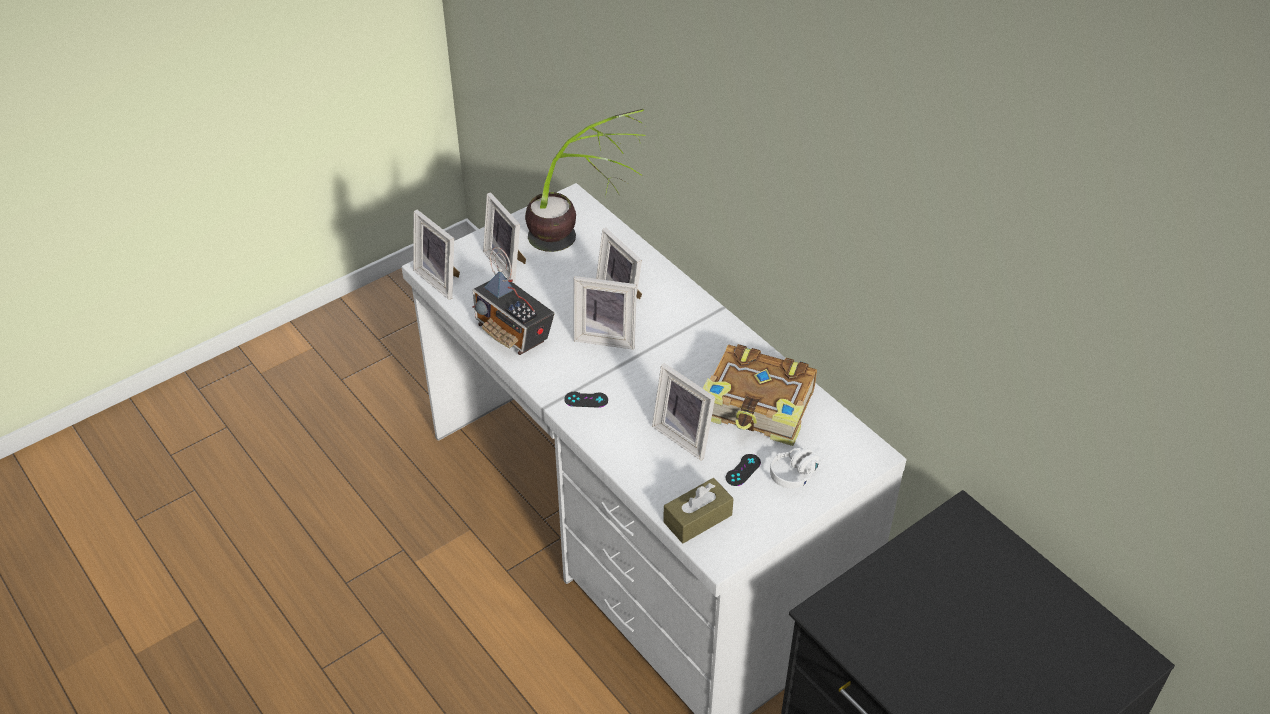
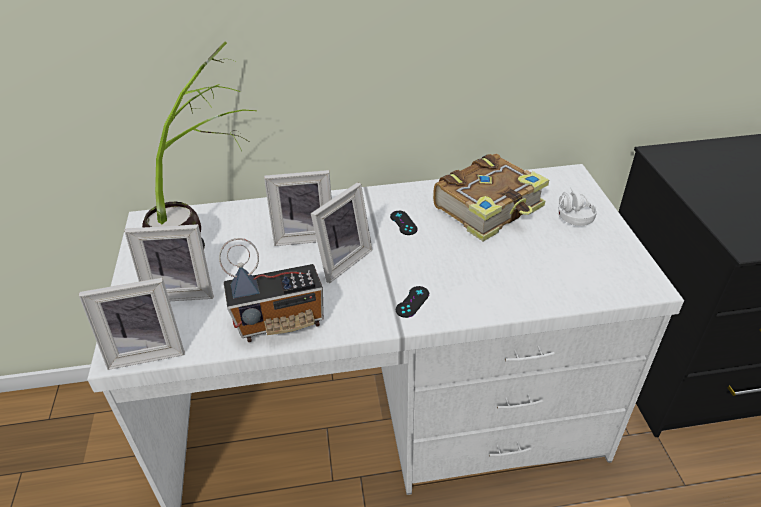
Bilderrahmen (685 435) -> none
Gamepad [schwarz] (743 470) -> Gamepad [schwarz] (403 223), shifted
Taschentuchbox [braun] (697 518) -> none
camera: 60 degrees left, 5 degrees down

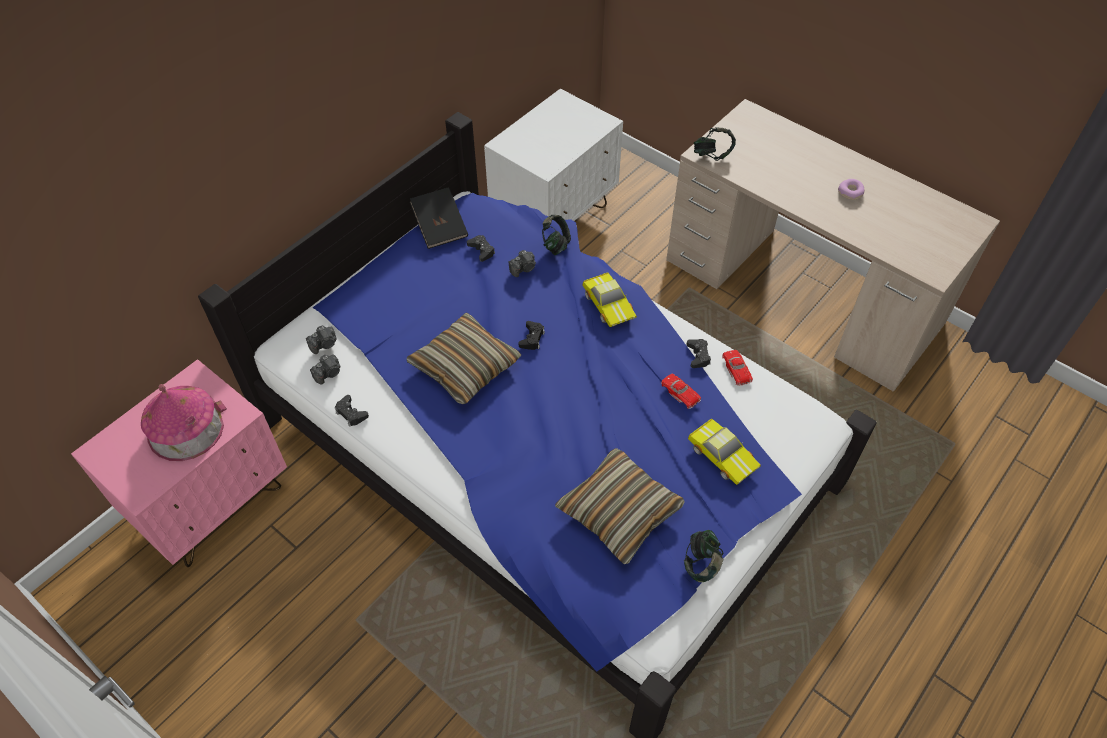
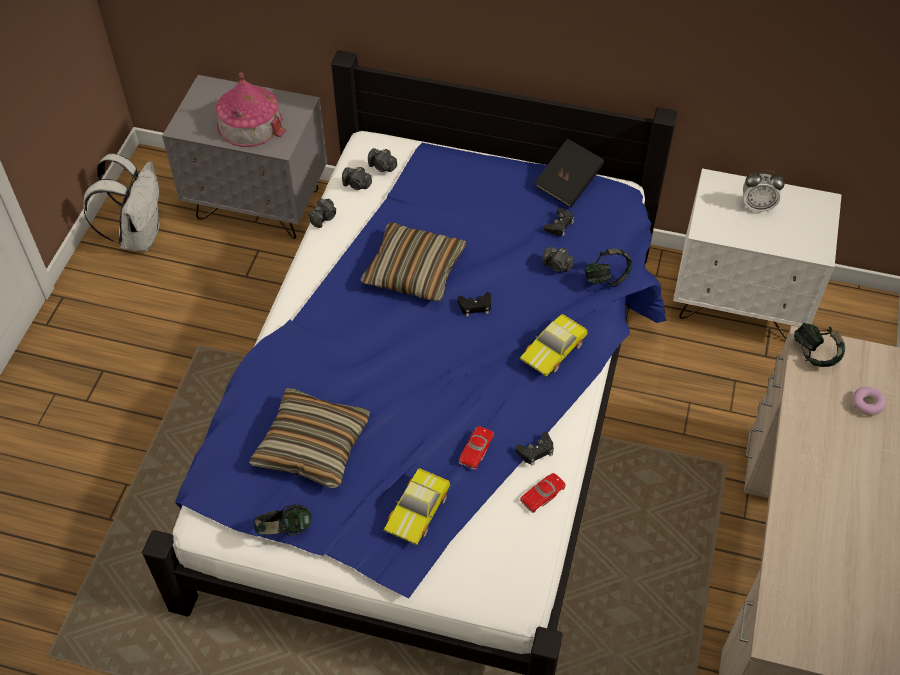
Donut (850 193) -> Donut (867 404), shifted
Nachttisch [rosa] (212 504) -> Nachttisch [grau] (259 205)
Gamepad [schwarz] (351 413) -> Kamera (324 218)
none -> Rucksack [weiß] (139 235)
none -> Wecker (757 206)
camera: 65 degrees right, 0 degrees up

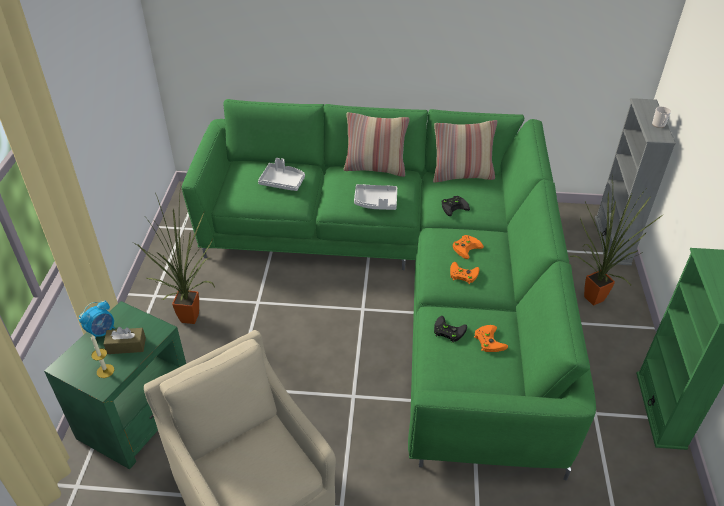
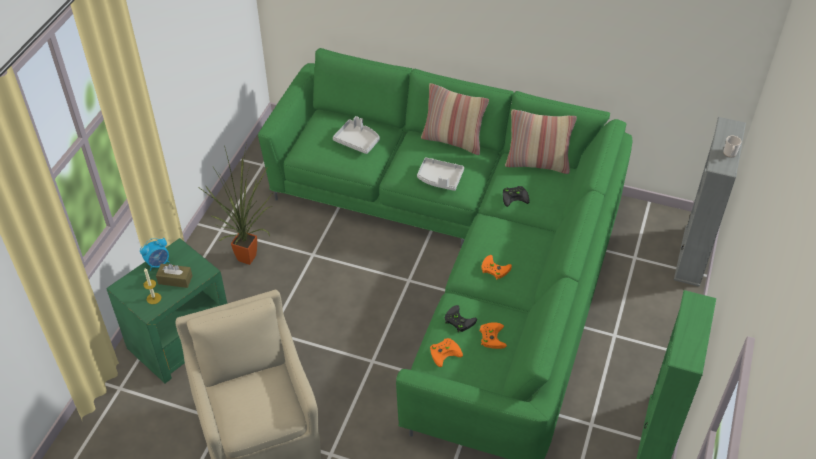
Topfpflanze (591 296) -> none
Gamepad [orange] (466 247) -> Gamepad [orange] (445 352), shifted
camera: 15 degrees right, 5 degrees up

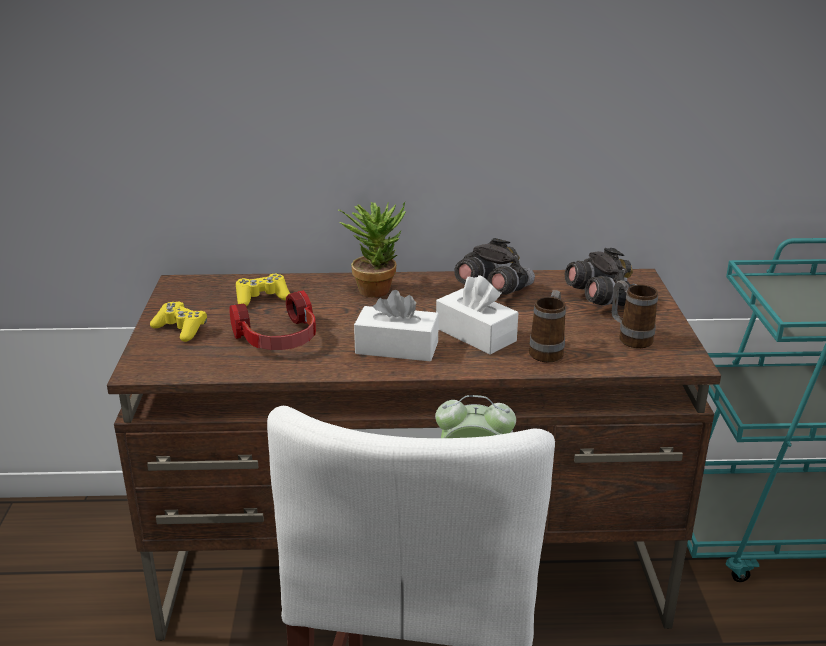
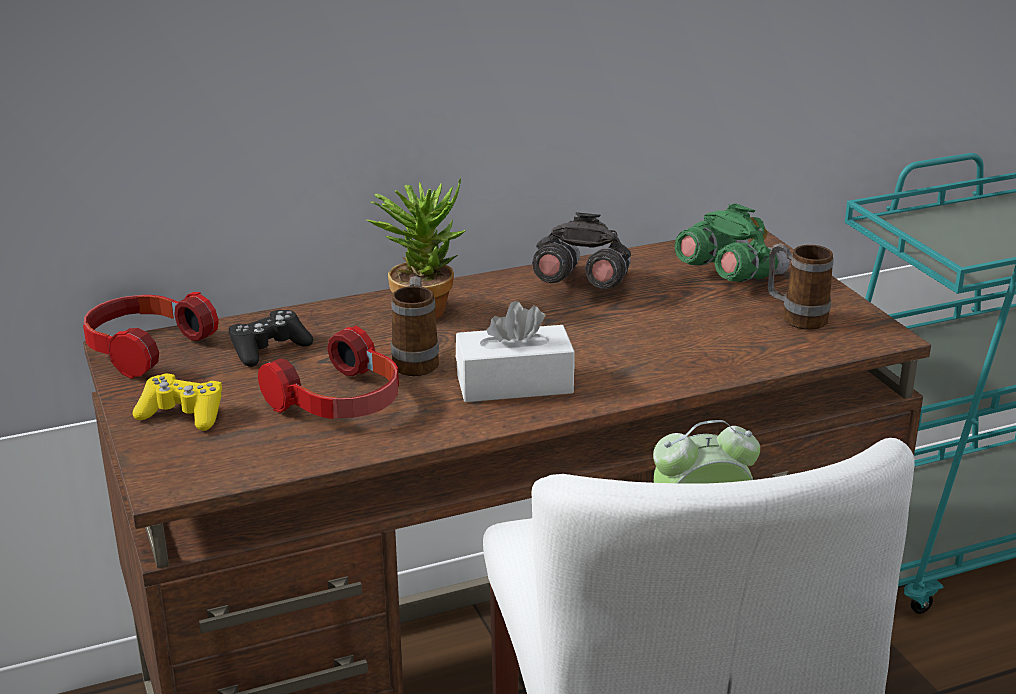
Fernglas [grau] (603 300) -> Fernglas [grün] (729 276)
Gamepad [gelb] (262 298) -> Gamepad [schwarz] (269 349)
Taschentuchbox [weiß] (475 335) -> none
Henkelbecher (548 351) -> Henkelbecher (416 360), shifted
none -> Kopfhörer (143 348)
camera: 20 degrees left, 0 degrees up

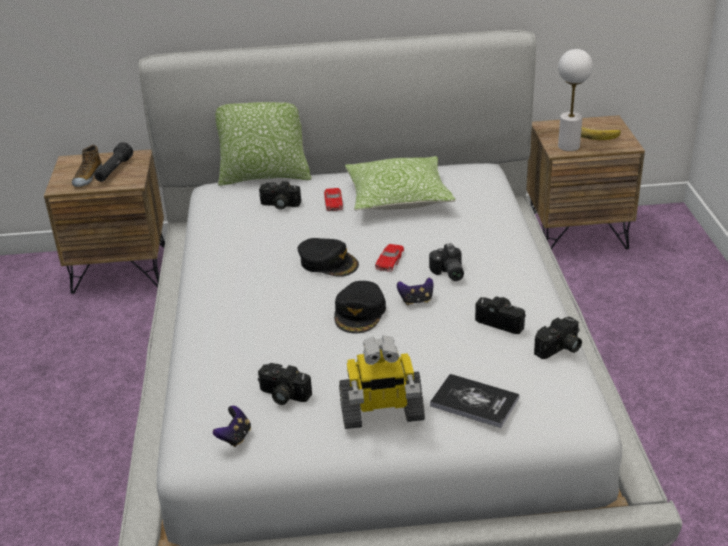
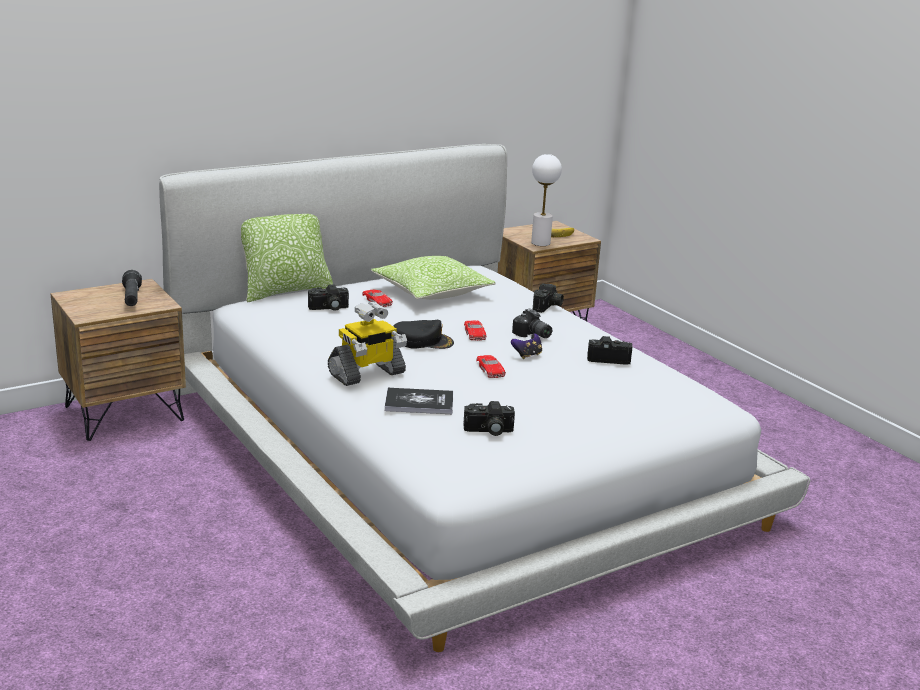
Schuh (87 177) -> none
Kappe [schwarz] (360 313) -> Spielzeugauto [rot] (490 369)
Kamera (560 349) -> Kamera (548 306), shifted
Spielzeugroboter (381 412) -> Spielzeugroboter (367 374), shifted
Buch (474 402) -> Buch (419 403), shifted
Gamepad (235 437) -> none
camera: 30 degrees left, 10 degrees down

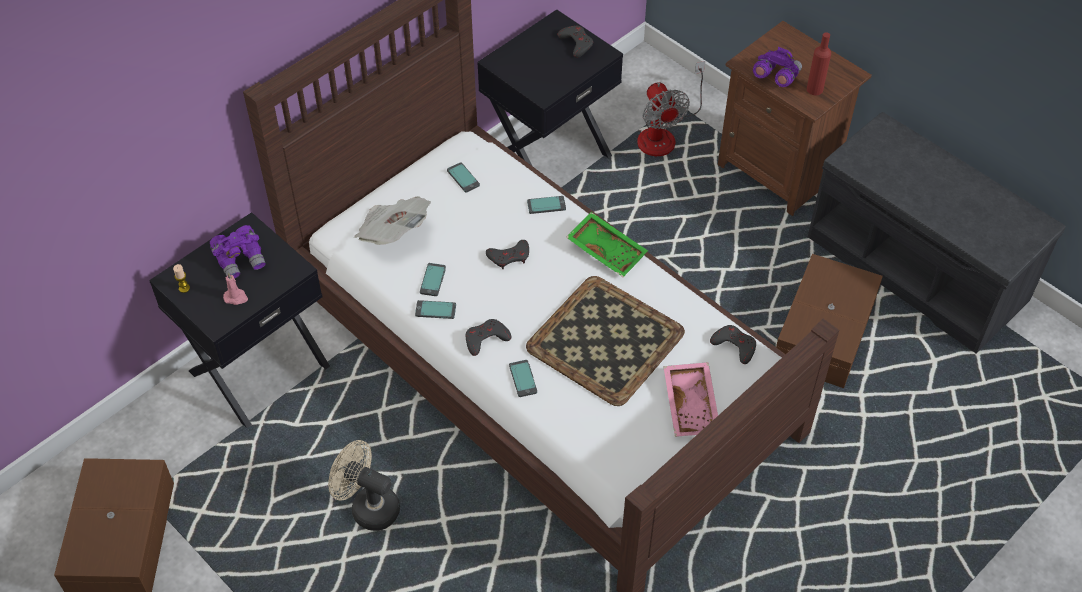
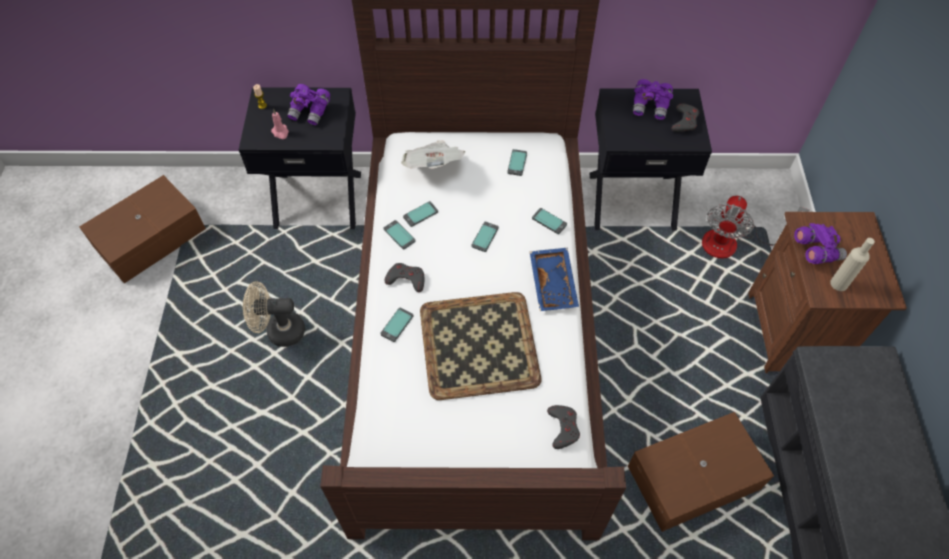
Flasche [rot] (814 89) -> Flasche [beige] (839 284)
Tablett [grün] (607 250) -> Tablett [blau] (554 284)
Gamepad [grau] (509 257) -> Handy (484 237)
Tablett [rosa] (692 405) -> none
Ventilator [beige] (368 507) -> Ventilator [beige] (279 331), 75 degrees counterclockwise
none -> Fernglas [lila] (650 106)
camera: 45 degrees right, 5 degrees up

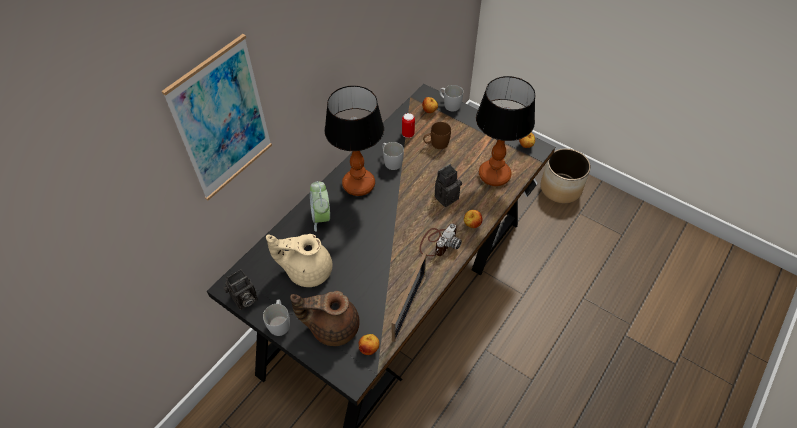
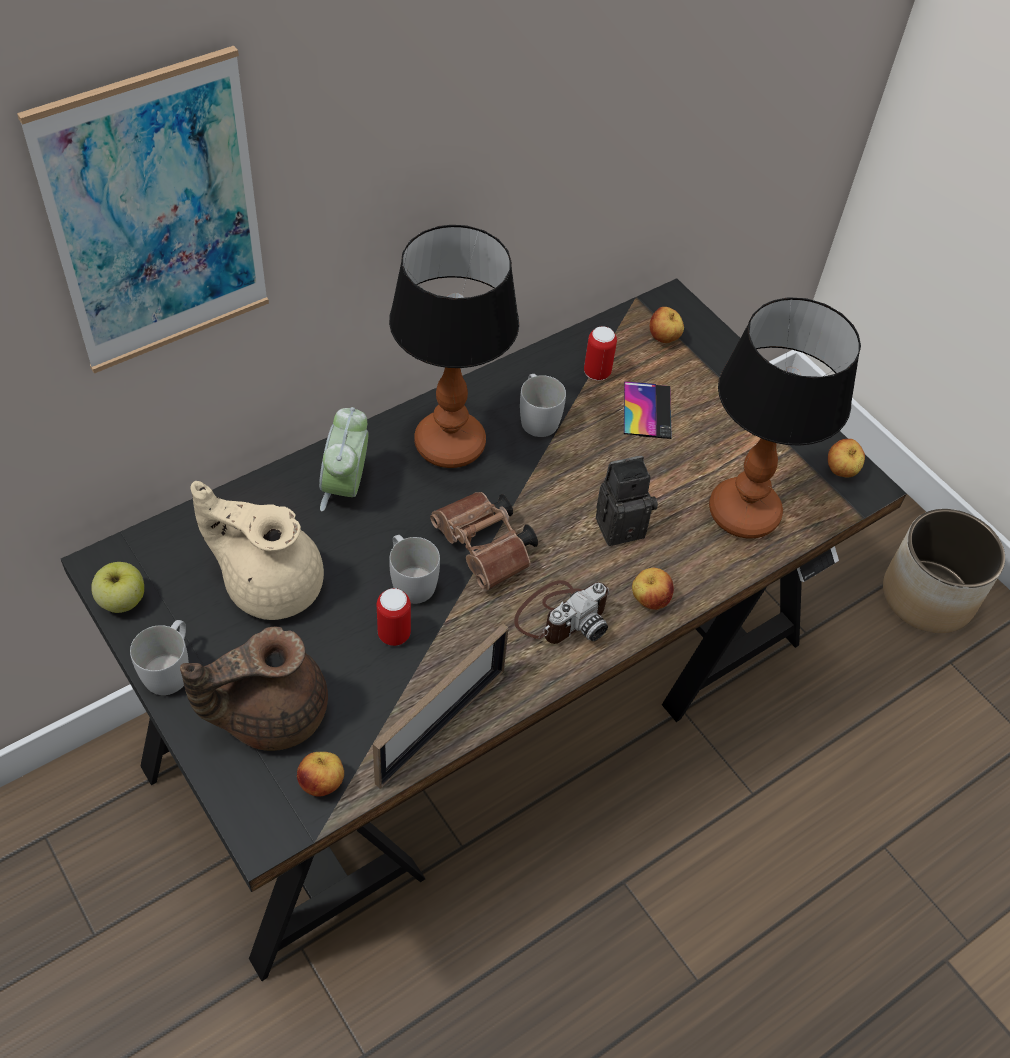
Henkelbecher [weiß] (449 104) -> Henkelbecher [weiß] (410 580), shifted
Henkelbecher [braun] (436 144) -> Handy (647 410)
Kamera (244 300) -> Apfel (122 600)
Teekanne [braun] (332 326) -> Teekanne [braun] (269 713), 45 degrees counterclockwise
none -> Fernglas [braun] (486 550)
none -> Dose (394 634)
camera: 15 degrees right, 0 degrees up

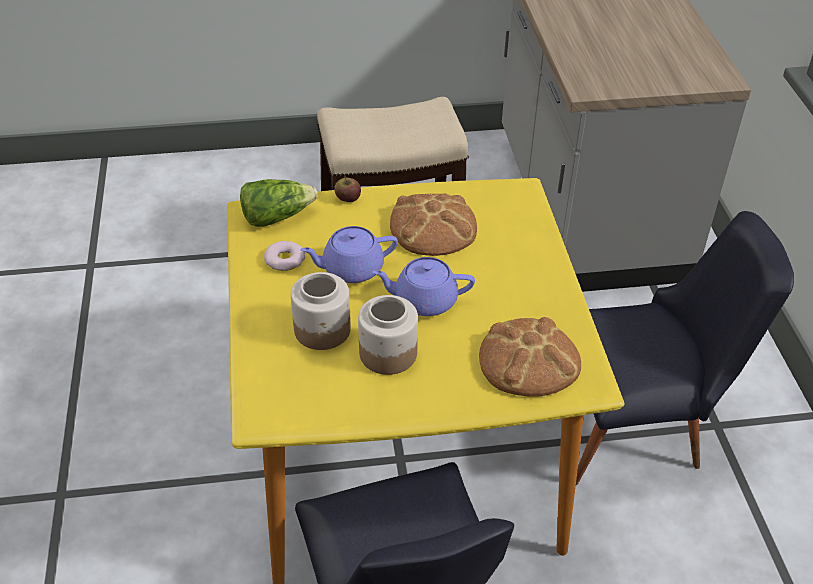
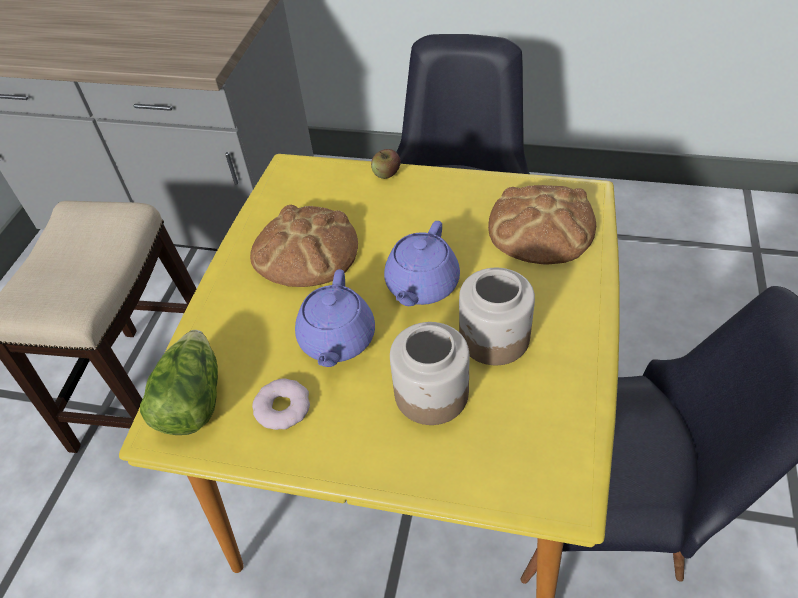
Apfel (347 199) -> Apfel (387 174), shifted
camera: 65 degrees left, 5 degrees up

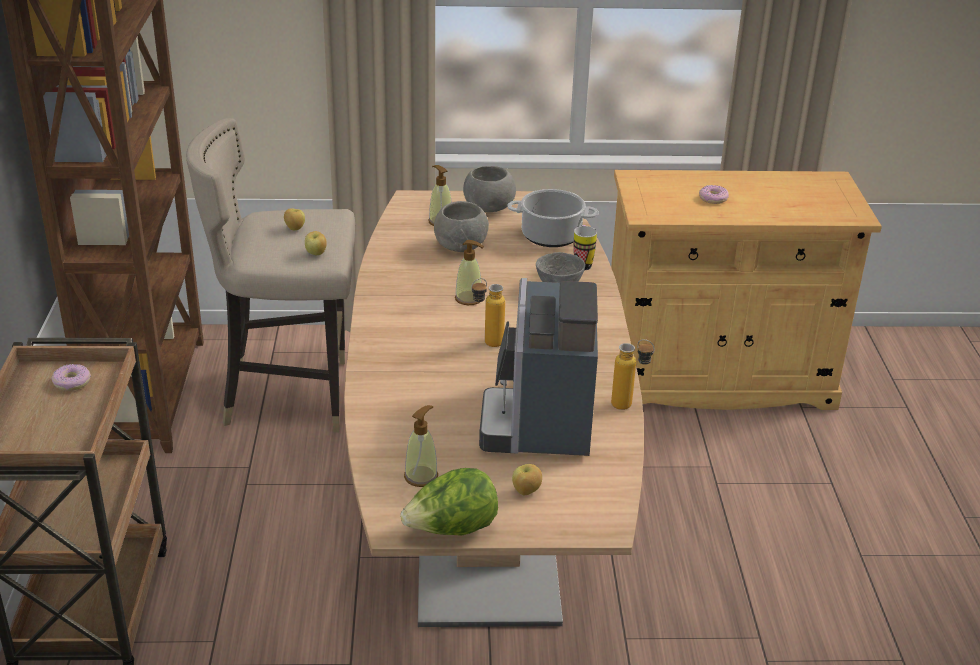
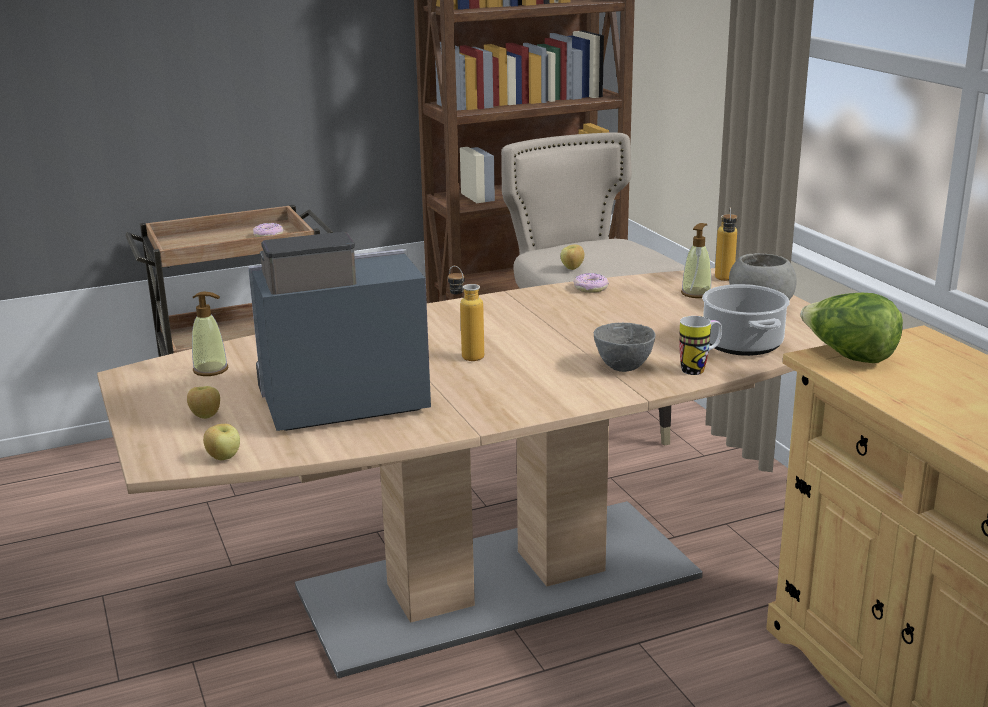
Donut (713 199) -> Donut (590 288), shifted
Schüssel [grau] (461 246) -> none
Apfel (294 229) -> Apfel (224 458), shifted
Seifenspender (469 299) -> none
Flasche (629 407) -> Flasche (724 280), shifted
Salatkopf (452 530) -> Salatkopf (849 356), shifted
camera: 70 degrees right, 10 degrees down

